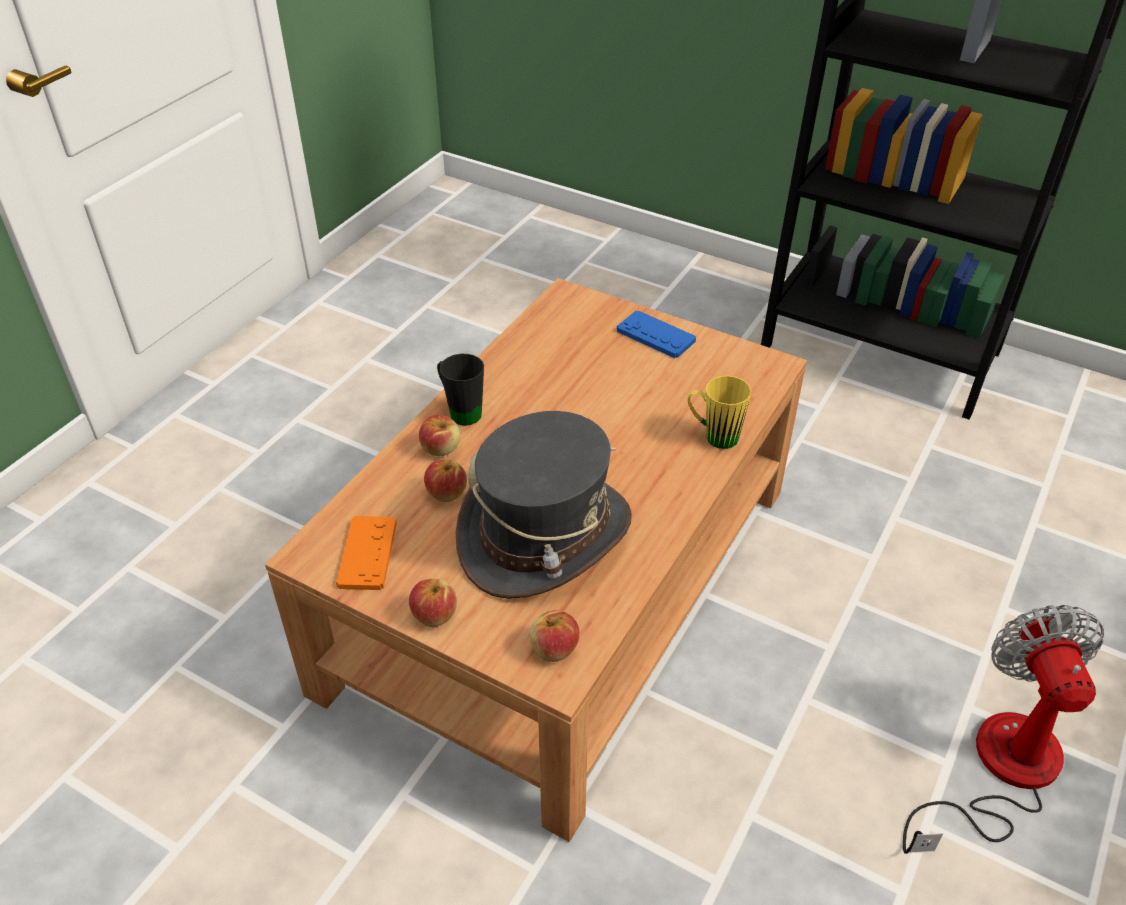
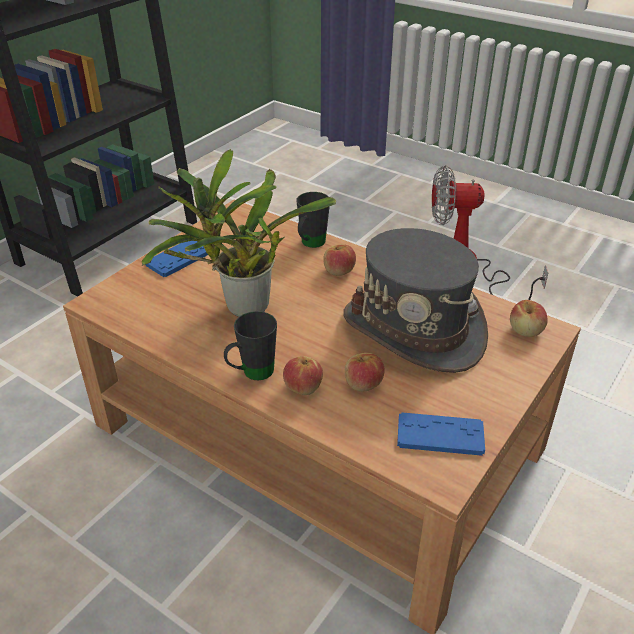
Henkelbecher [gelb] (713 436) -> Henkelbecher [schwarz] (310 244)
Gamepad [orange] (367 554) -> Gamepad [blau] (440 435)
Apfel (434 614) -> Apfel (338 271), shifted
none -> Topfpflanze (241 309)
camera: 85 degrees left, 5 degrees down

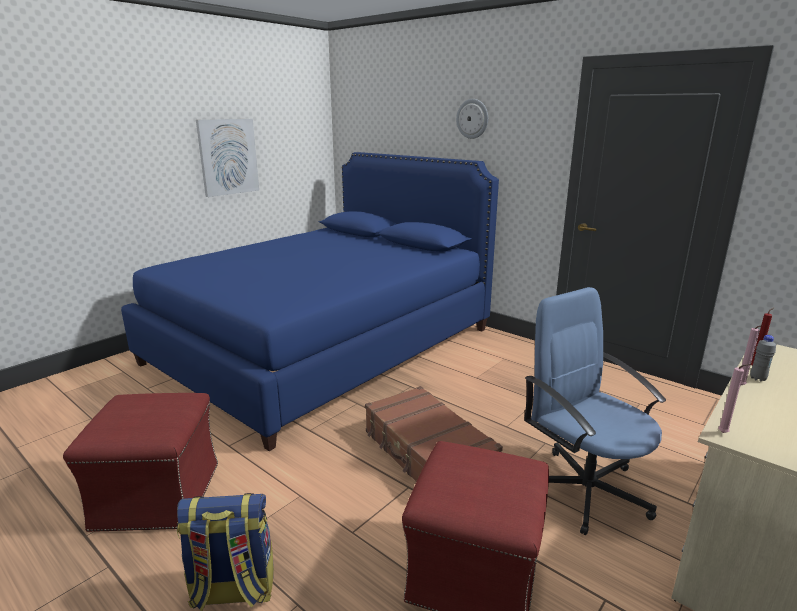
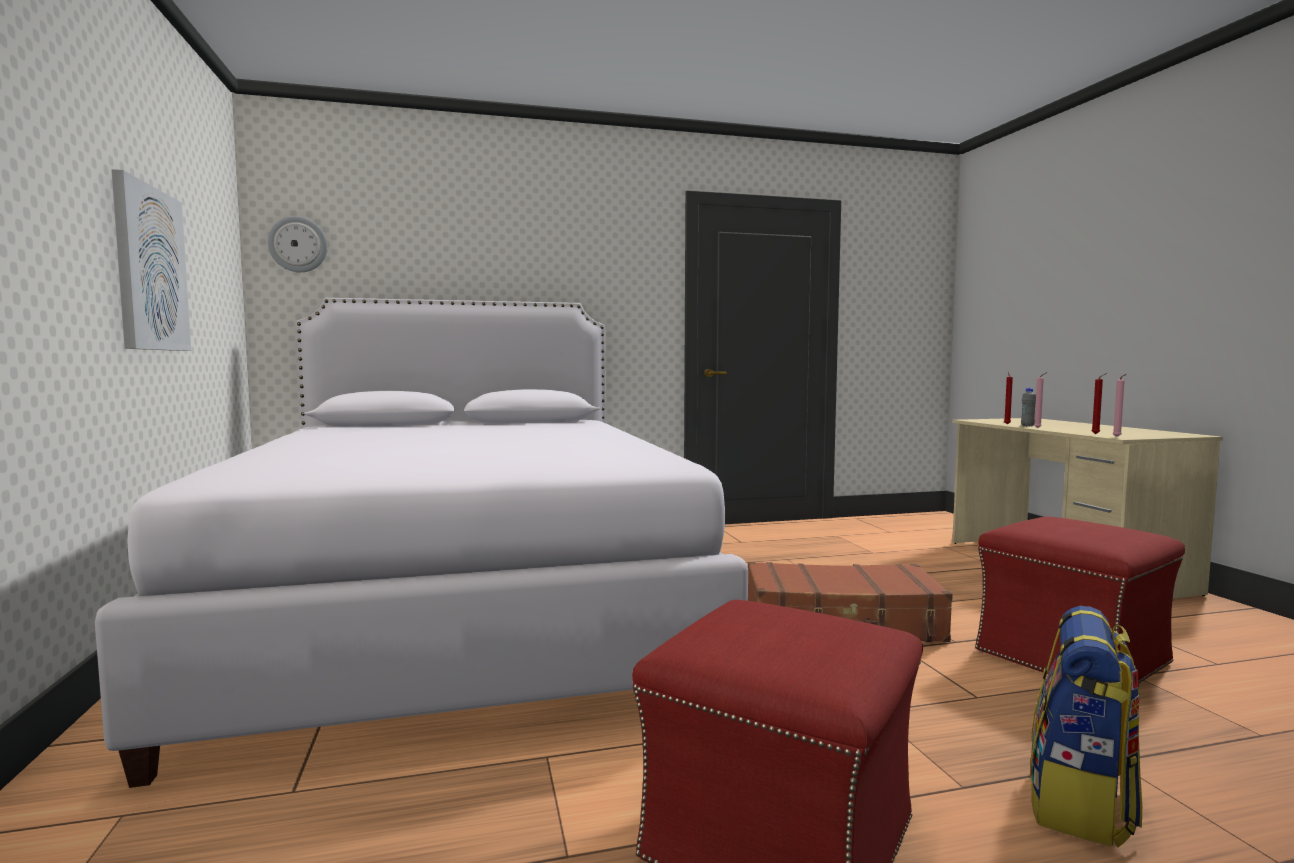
Wanduhr (472 118) -> Wanduhr (298 244), shifted
Bett [blau] (323 346) -> Bett [weiß] (463 607)
Bürostuhl [blau] (585 489) -> none
none -> Kerze [rot] (1097 434)
camera: 55 degrees left, 15 degrees down

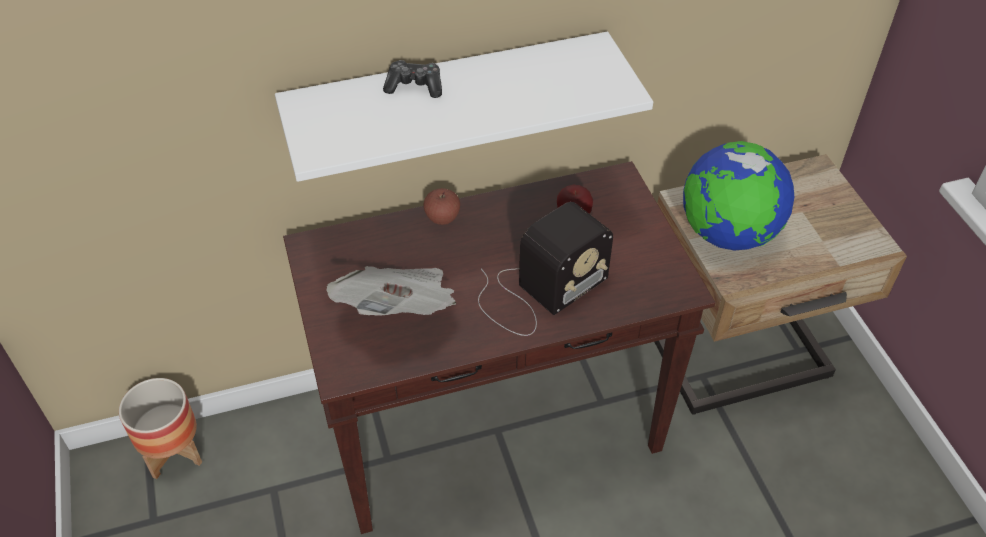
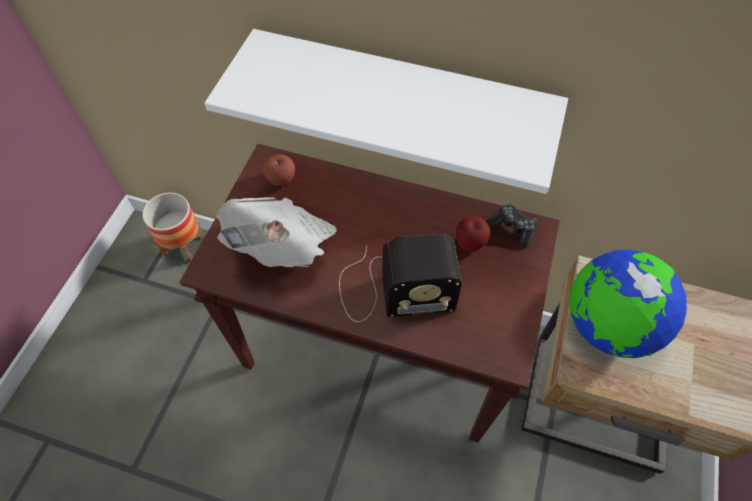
Gamepad (415 86) -> Gamepad (513 228), shifted
Apfel (442 218) -> Apfel (281 179), shifted
camera: 35 degrees right, 10 degrees up

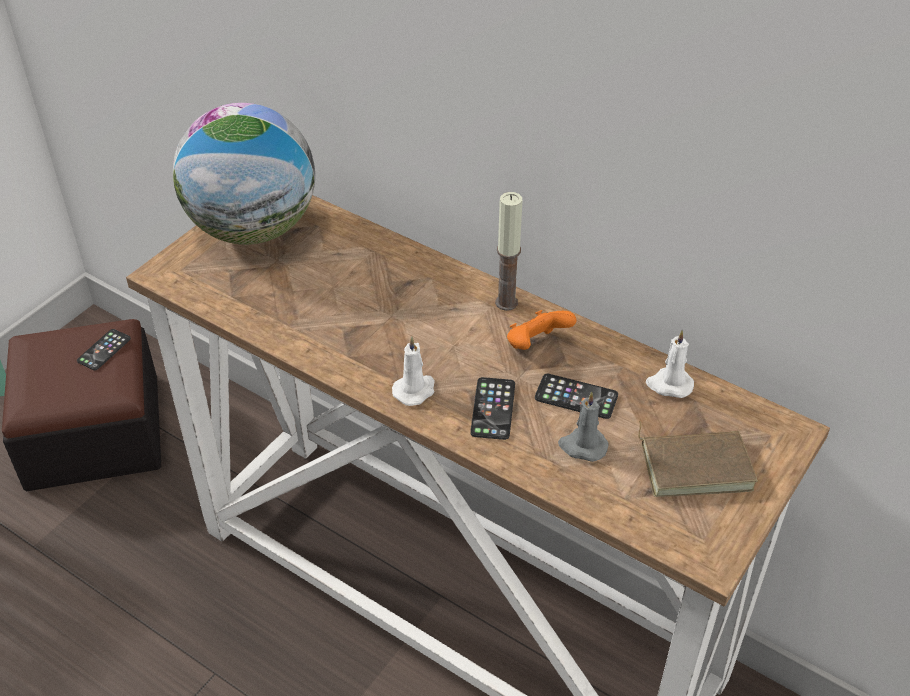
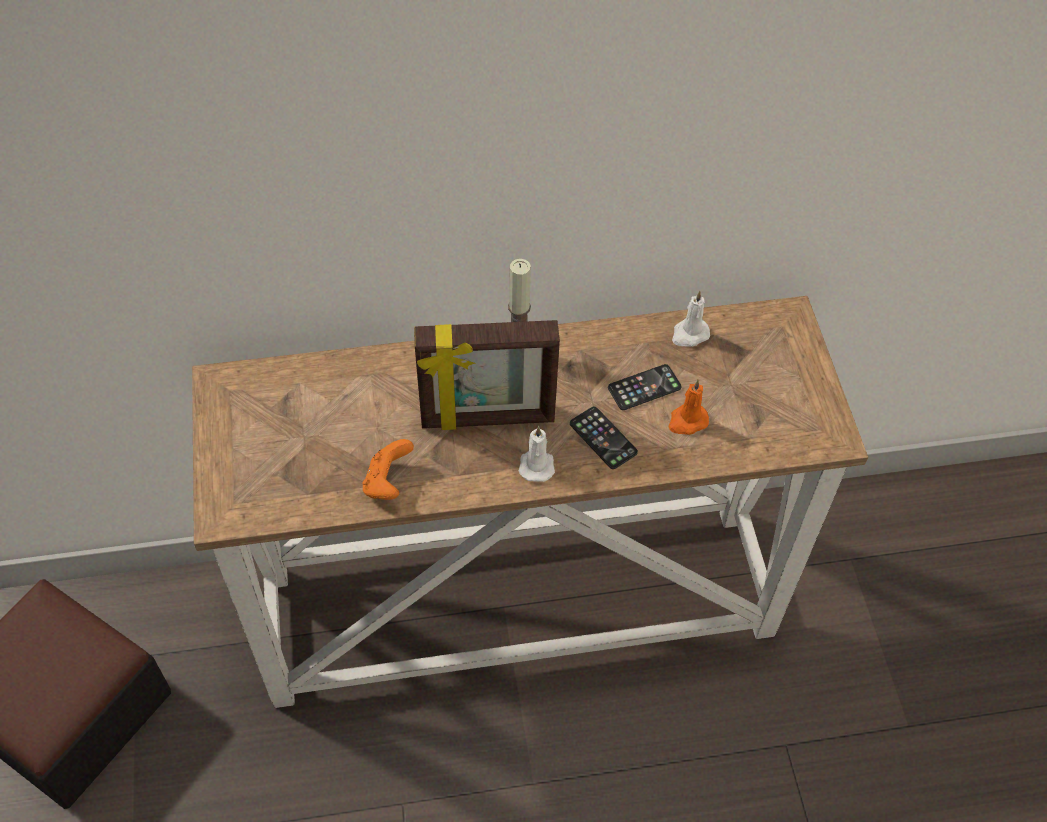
Globus (253 229) -> none
Gamepad [orange] (536 345) -> Gamepad [orange] (388 482), shifted
Handy (104 350) -> none
Kerze [grau] (582 446) -> Kerze [orange] (687 421)
Buch [braun] (696 464) -> none
none -> Bilderrahmen (487 419)
camera: 45 degrees left, 10 degrees up

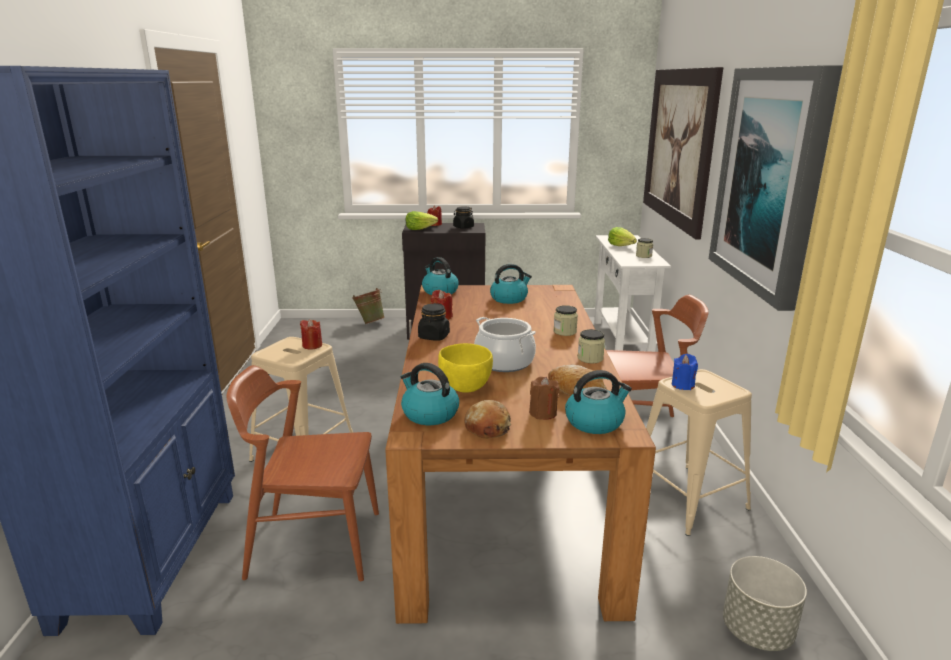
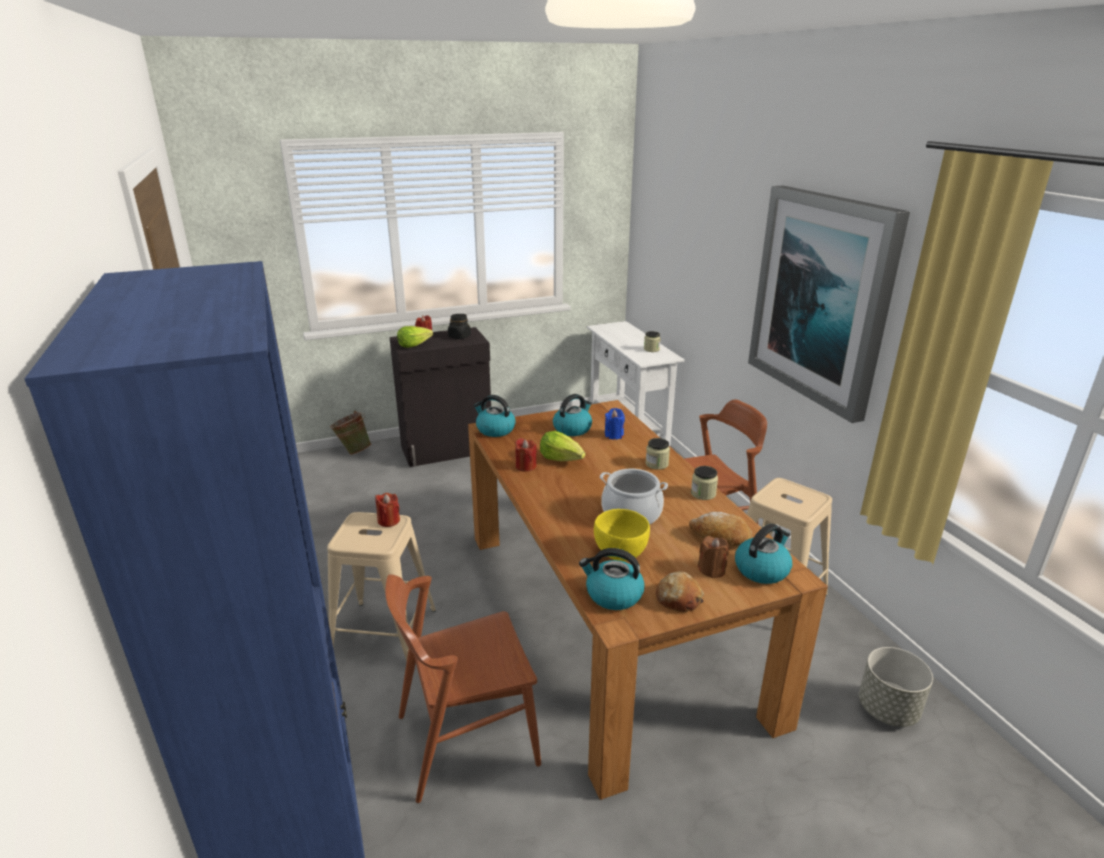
Bild (678 146) -> none
Salatkopf (621 246) -> Salatkopf (561 459), shifted
Vorratsglas [schwarz] (434 336) -> none
Kerze [blau] (682 385) -> Kerze [blau] (614 435), shifted
camera: 20 degrees left, 5 degrees up

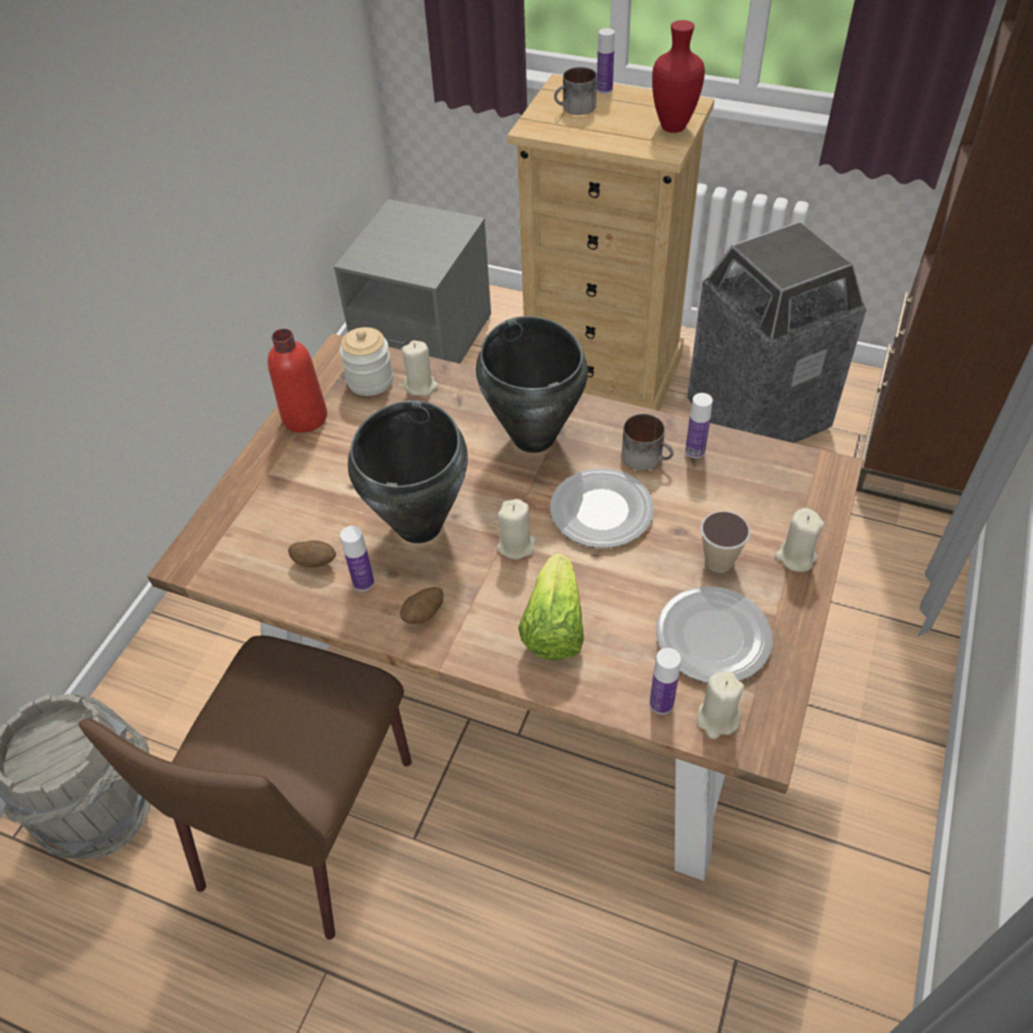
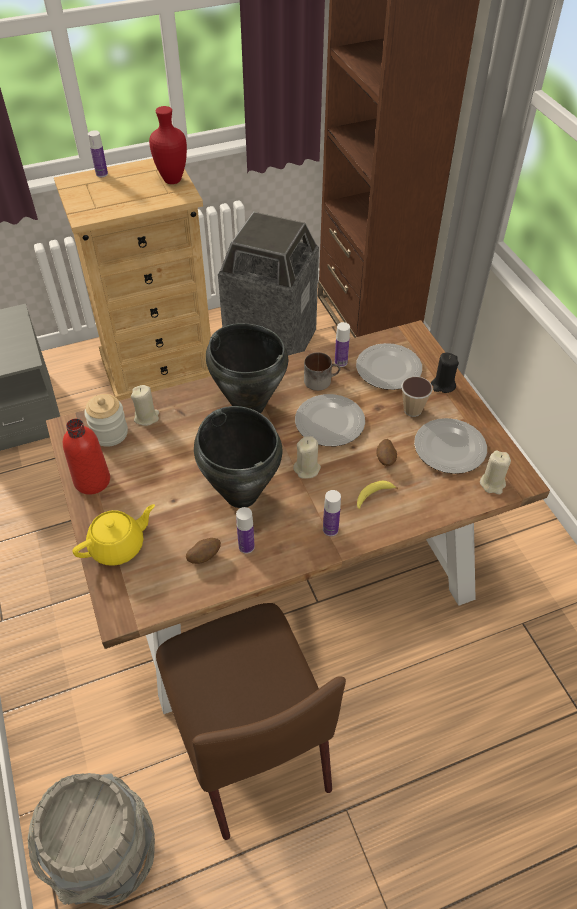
Henkelbecher (575 108) -> none
Kerze [beige] (795 557) -> Kerze [schwarz] (443 385)
Salatkopf (554 626) -> Banane (373 496)
Kartoffel (424 615) -> Kartoffel (385 459), shifted
Flasche (661 703) -> Flasche (330 529), shifted
none -> Teller (387 369)
none -> Teekanne [gelb] (118 546)
camera: 45 degrees left, 0 degrees up

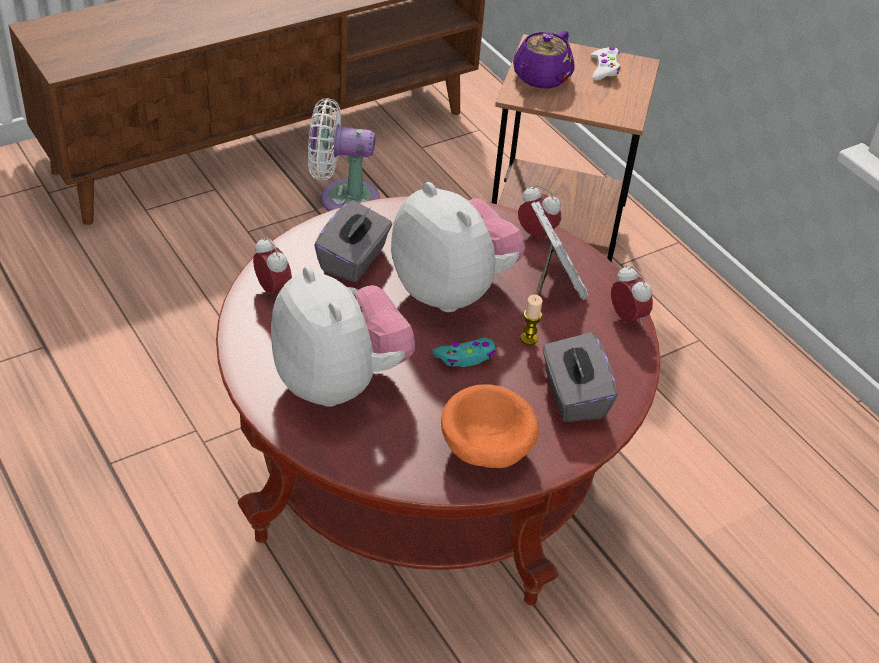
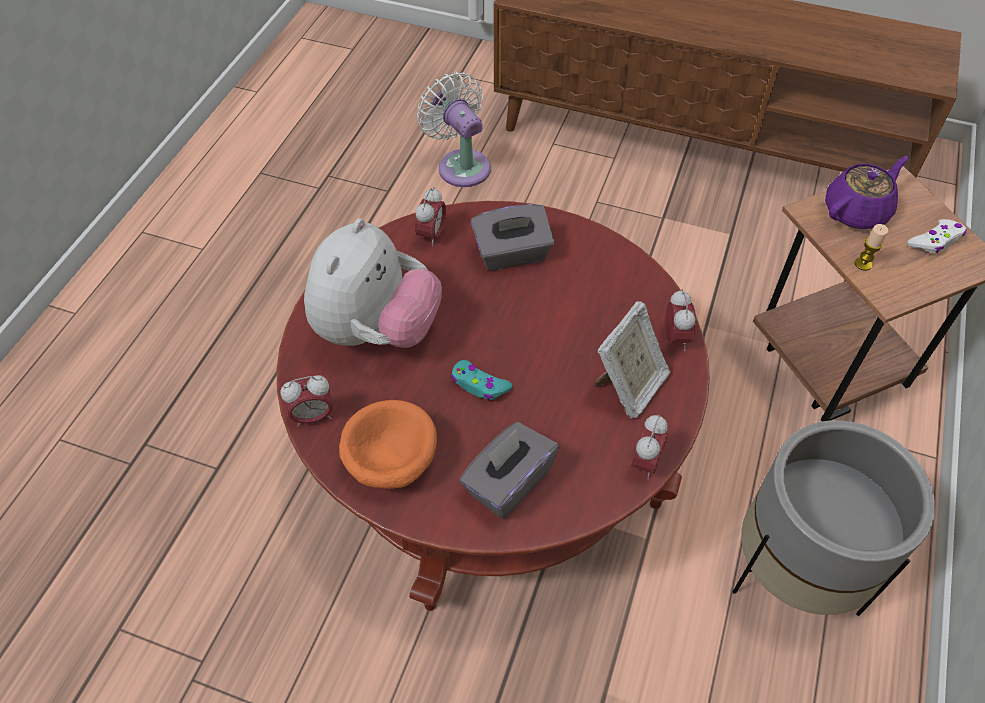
Teekanne [lila] (540 78) -> Teekanne [lila] (857 211), 150 degrees clockwise
Ventilator [weiß] (343 198) -> Ventilator [weiß] (461 165), shifted
Plüschtier (452 291) -> none
Kerze (529 338) -> Kerze (863 264), shifted
none -> Wecker (313 416)
none -> Pflanzkübel [grau] (795 570)
camera: 55 degrees right, 10 degrees up

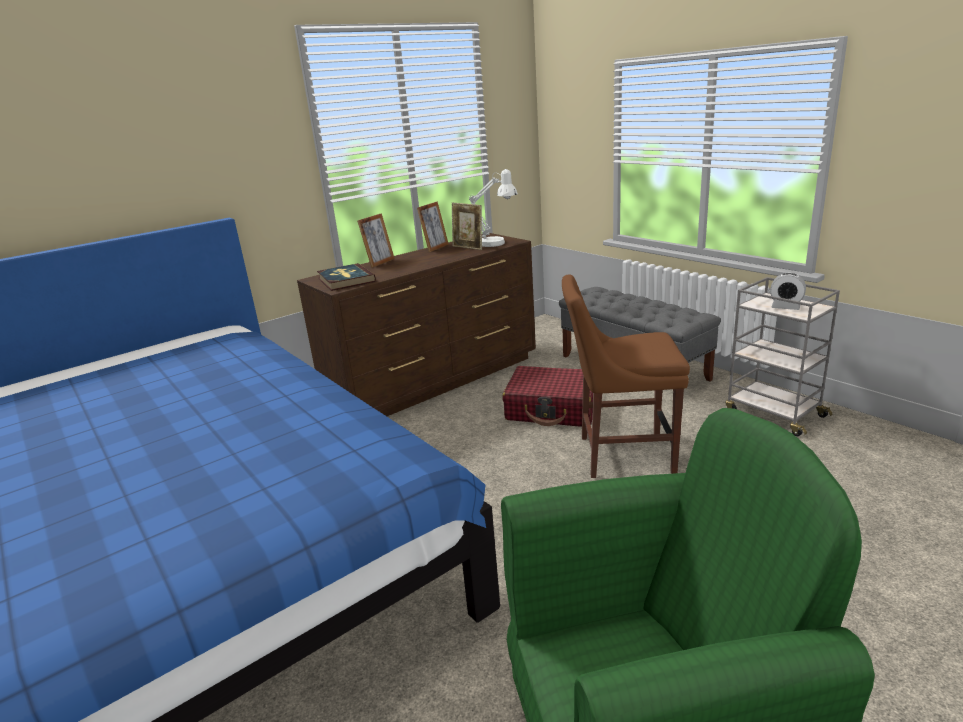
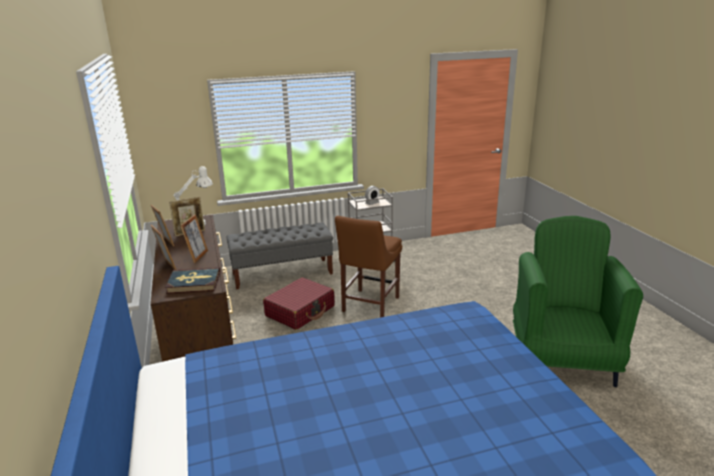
none -> Bilderrahmen (197 256)
camera: 70 degrees left, 0 degrees up

